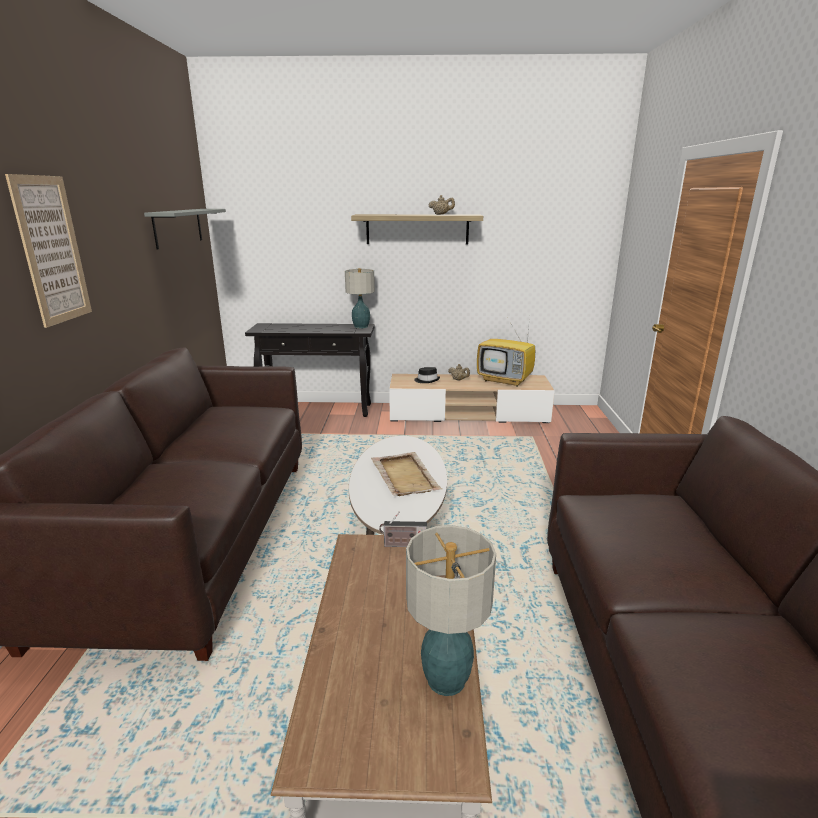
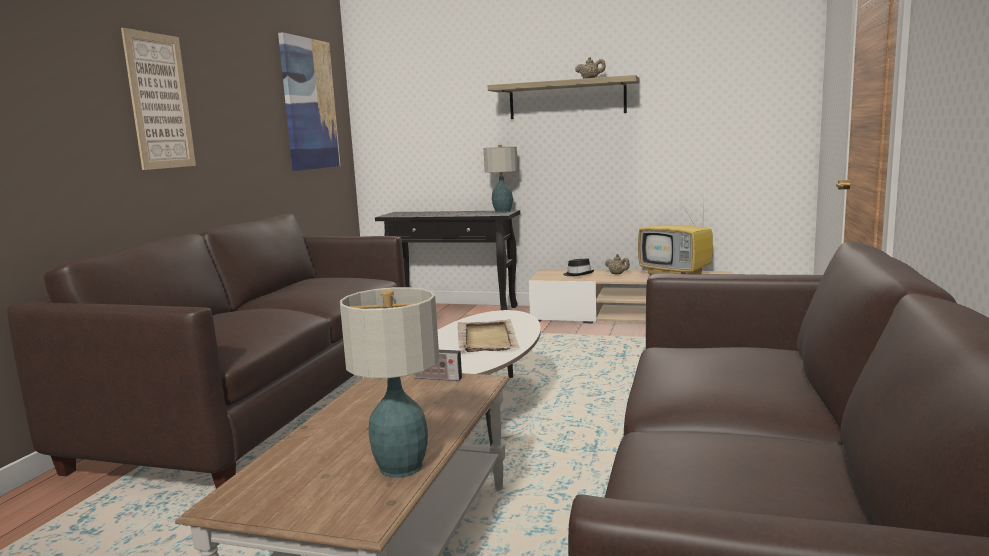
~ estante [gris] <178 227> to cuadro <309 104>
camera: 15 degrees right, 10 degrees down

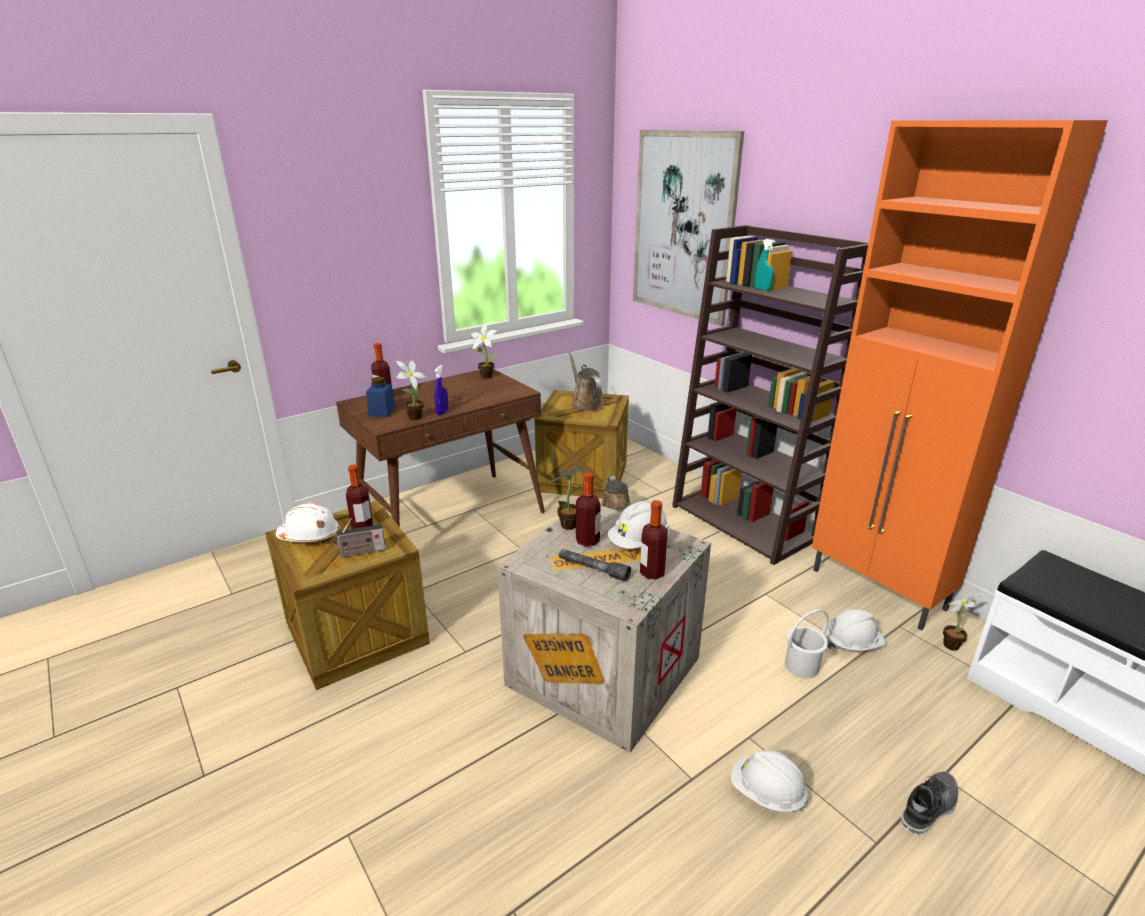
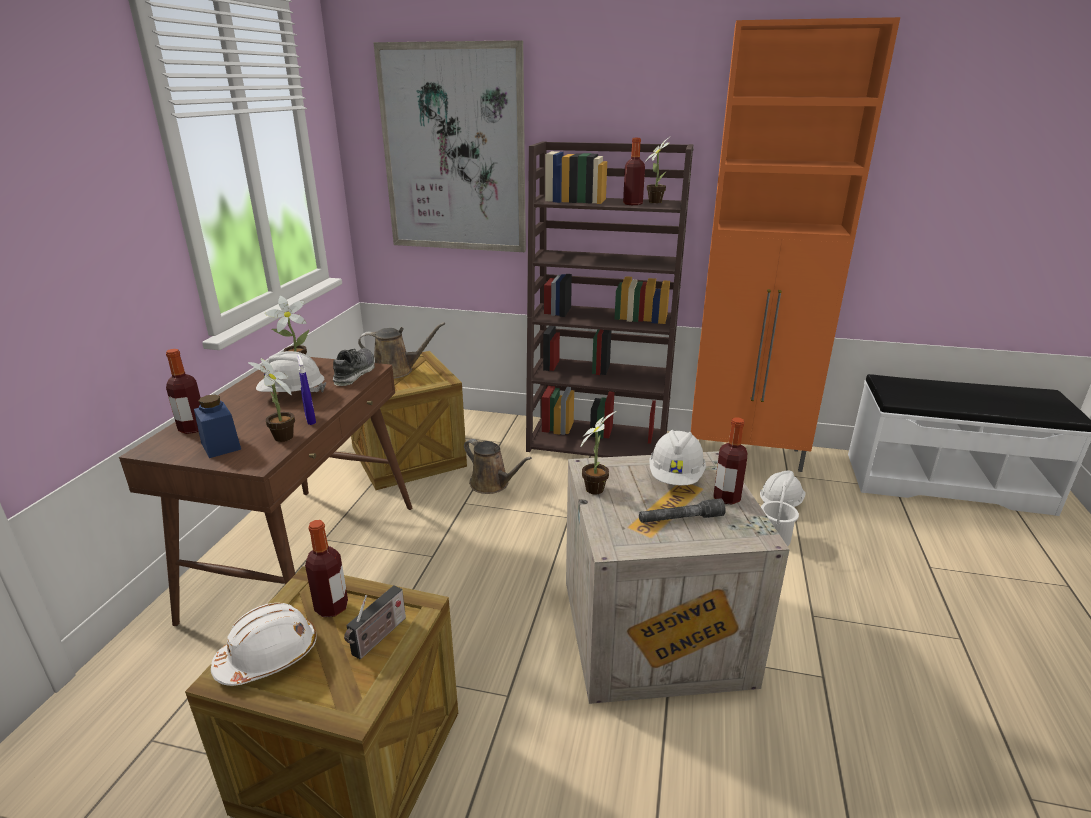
- pulverizador [turquesa] <762 289>
~ botella <587 541> to <632 204>
~ casco [blanco] <766 794> to <292 394>
~ zapato <928 808> to <355 373>
~ planta en maceta <952 644> to <655 201>
~ regadera [marrón] <585 404> = <397 371> 150 degrees clockwise
camera: 40 degrees left, 0 degrees up

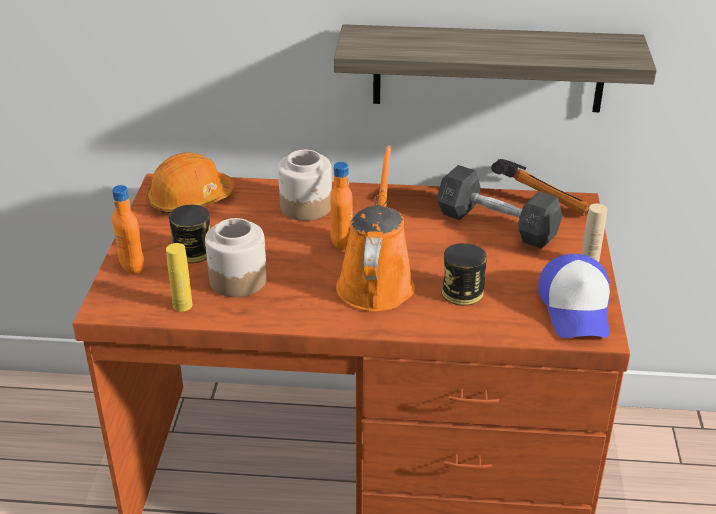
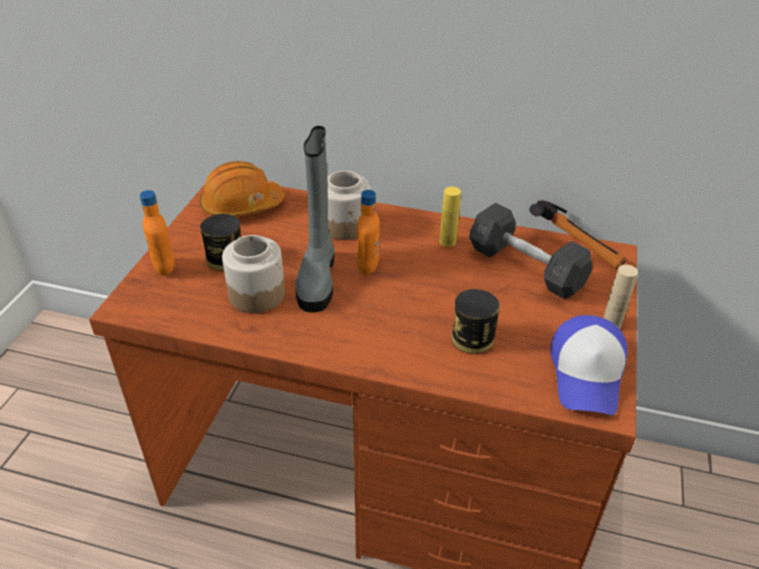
- estante <488 68>
- regadera [naranja] <376 282>
+ bota [gris] <317 278>
~ botella [amarillo] <182 305> to <447 241>
camera: 10 degrees right, 5 degrees up

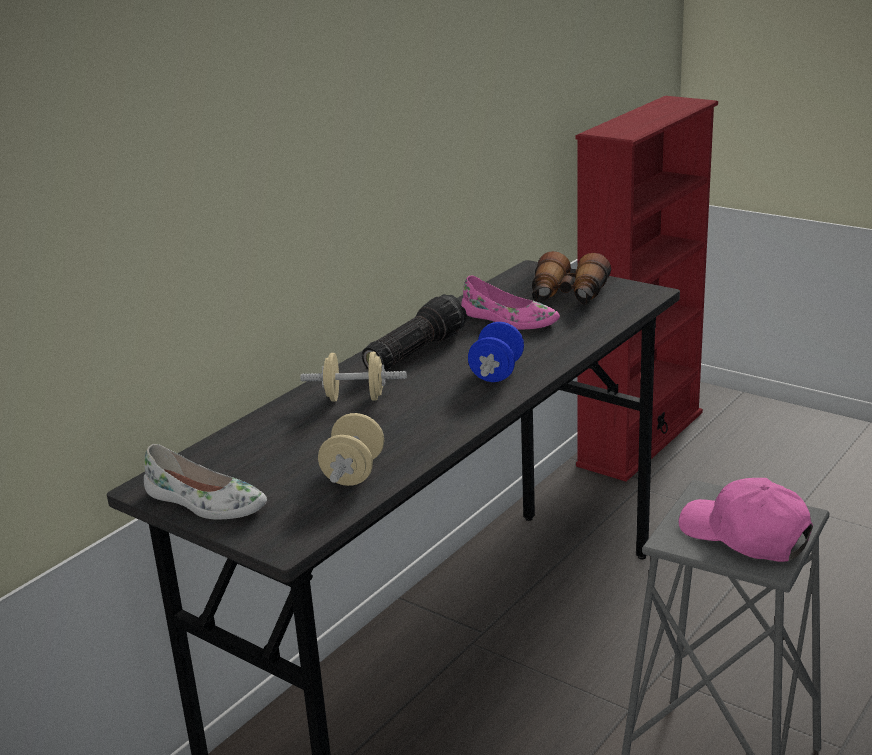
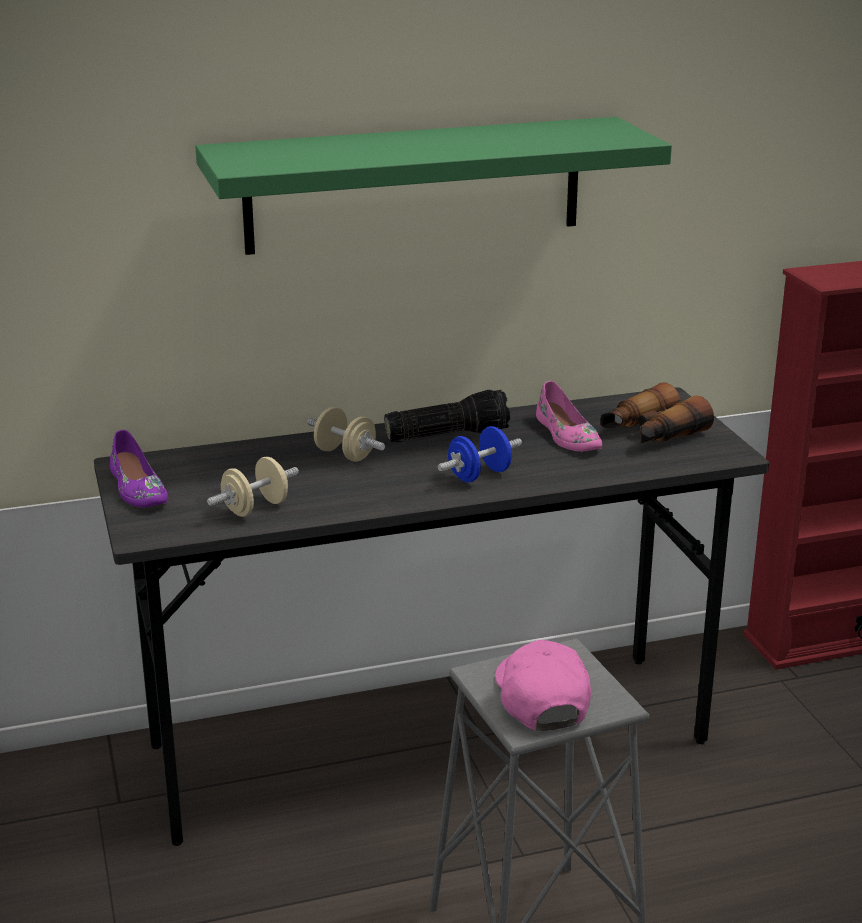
+ estante [verde] <414 185>
~ zapato [blanco] <205 503> to zapato [morado] <137 489>
camera: 35 degrees right, 0 degrees up

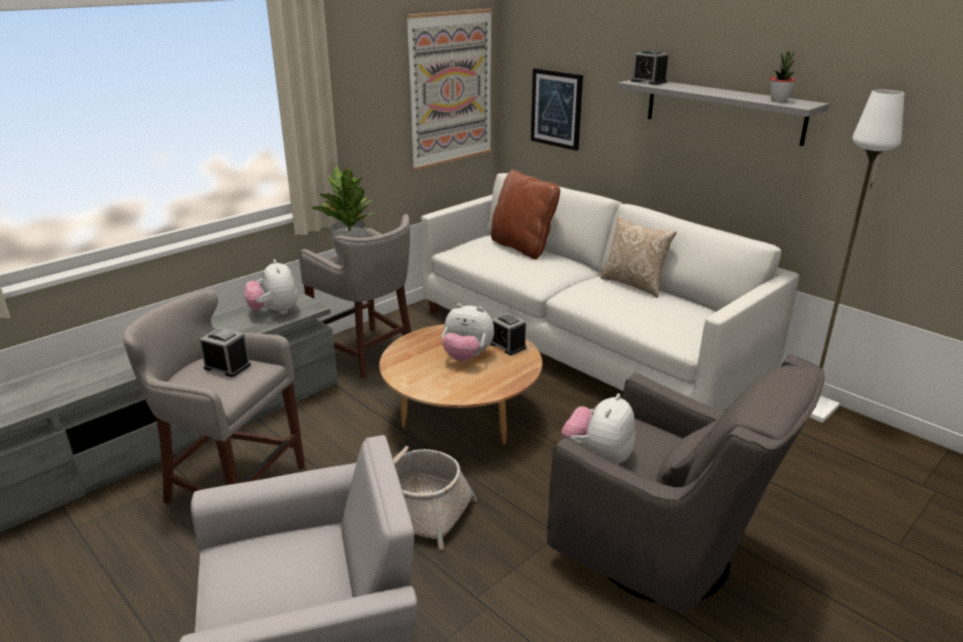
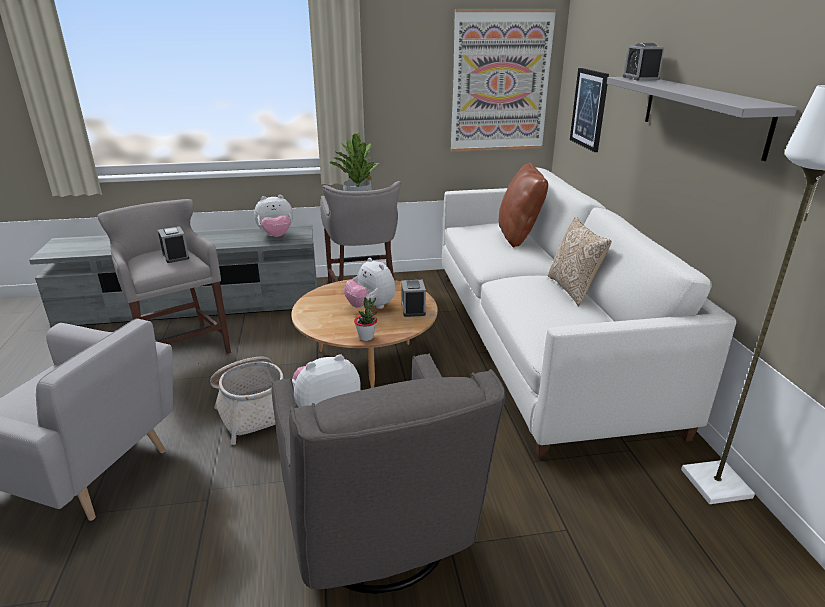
~ planta en maceta <778 100> to <366 337>
~ peluche <275 311> = <276 236> 120 degrees counterclockwise
camera: 35 degrees right, 0 degrees up

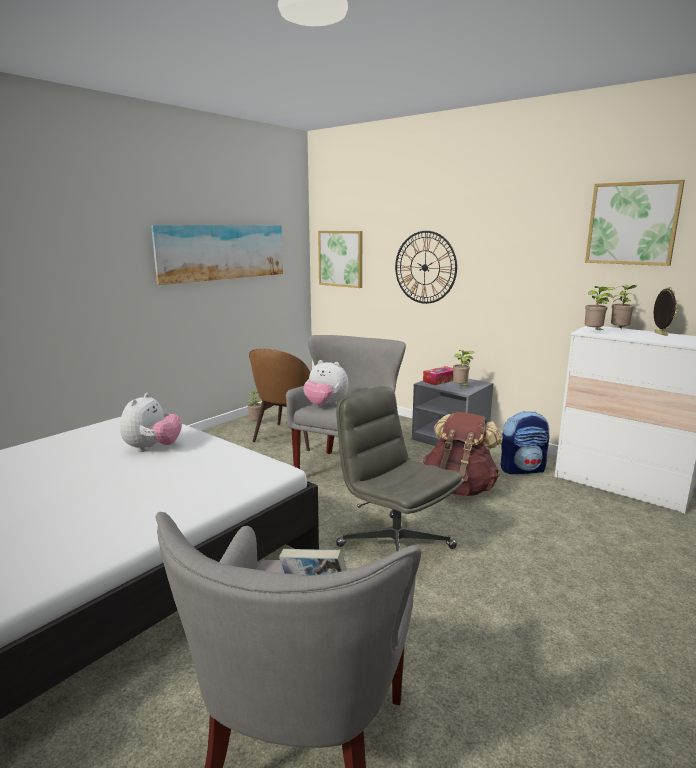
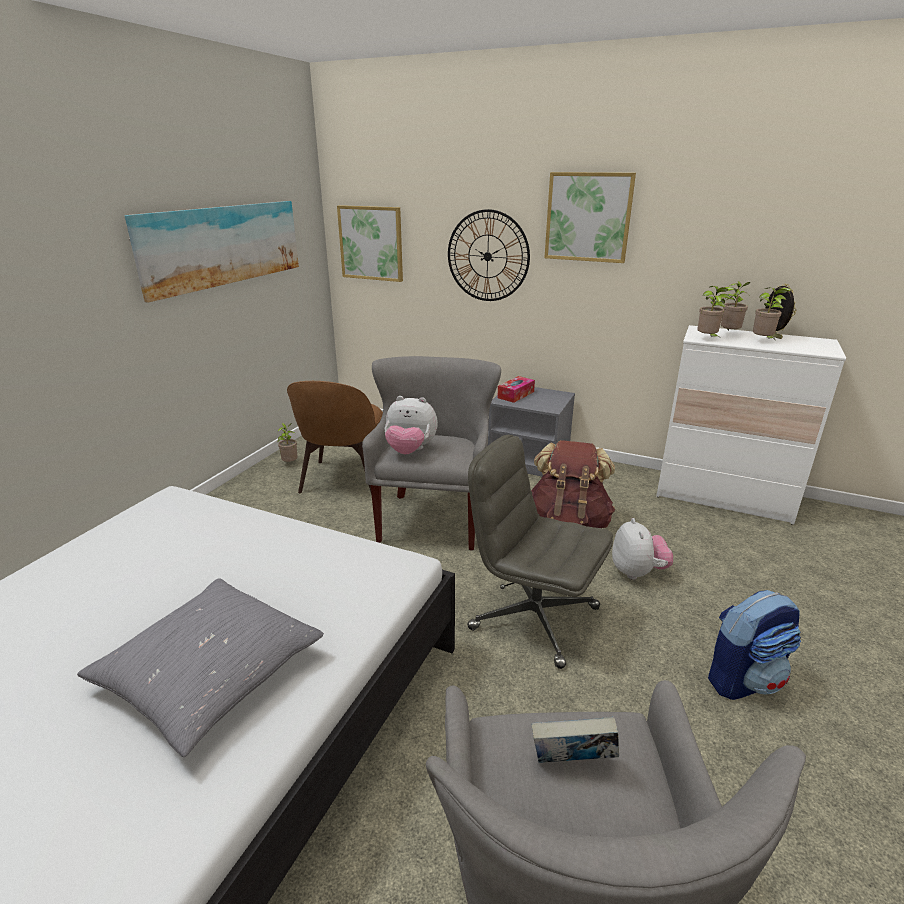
+ cojín [gris] <210 674>
~ peluche <152 448> to <637 572>
~ planta en maceta <461 387> to <763 341>
~ mochila <522 469> to <743 679>
~ cuadro <632 223> to <588 217>
camera: 15 degrees left, 10 degrees up

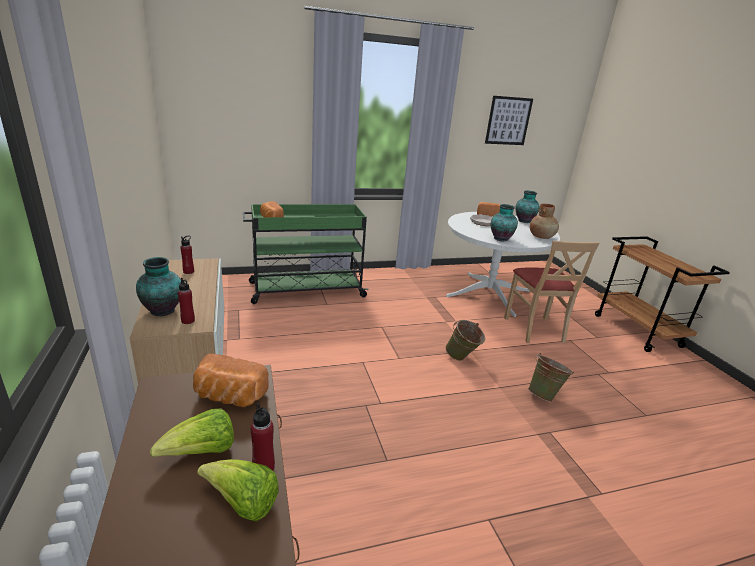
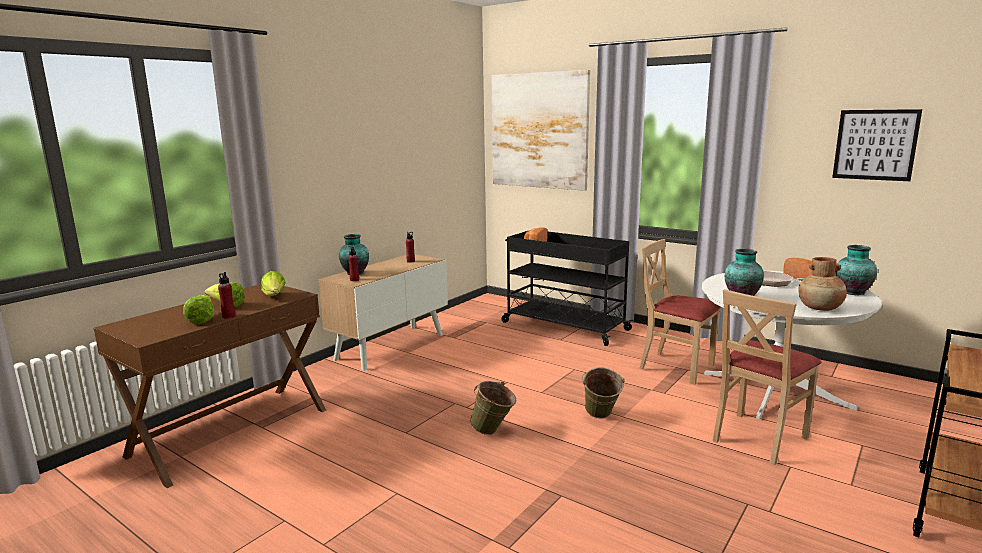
+ cuadro <539 131>
+ silla [beis] <676 367>
~ cubo [verde] <544 395> to <493 431>
~ pan <228 397> to lechuga <274 296>
~ carrito [verde] <305 290> to carrito [negro] <563 326>
camera: 55 degrees right, 10 degrees down

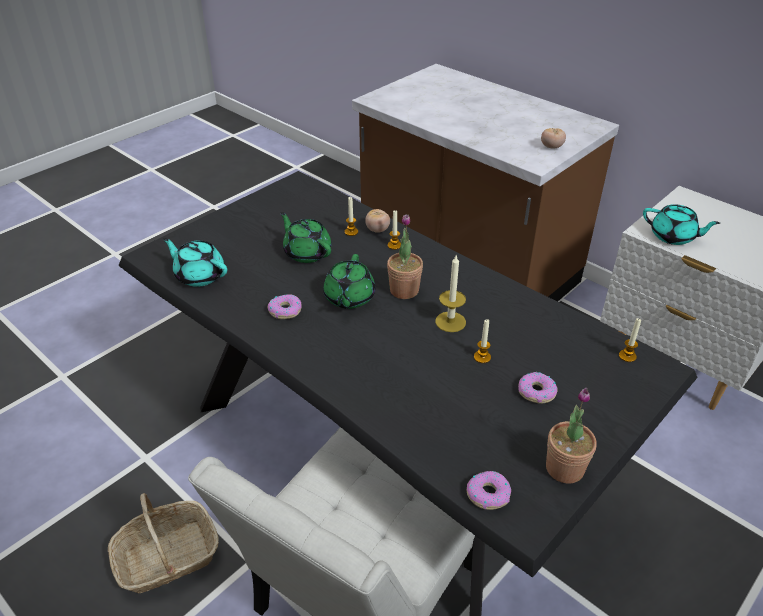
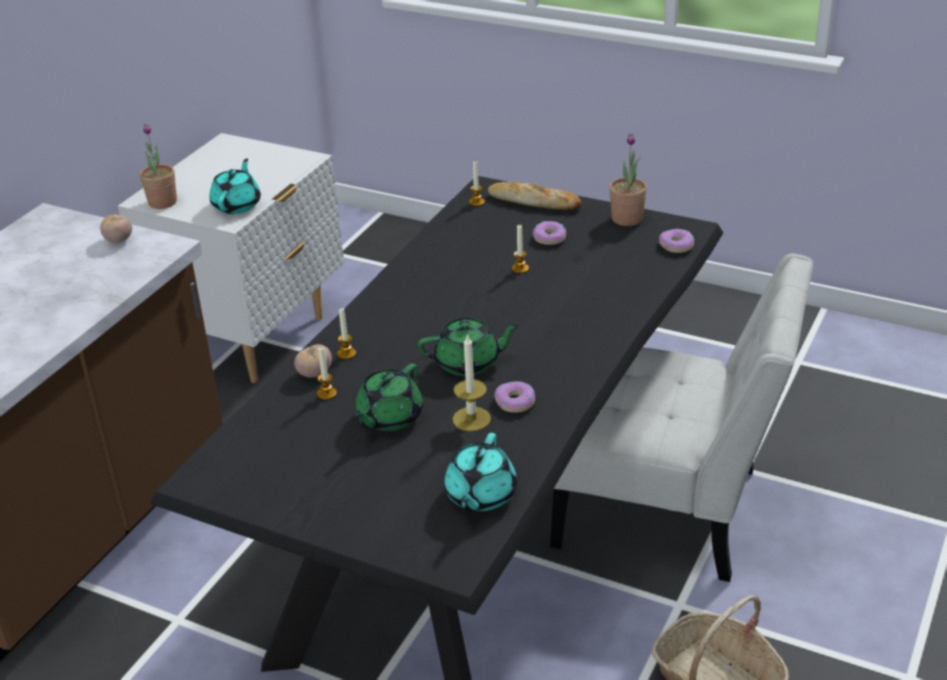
+ pan <534 201>
~ planta en maceta <404 290> to <162 202>
~ vela <450 322> to <471 419>
camera: 105 degrees left, 5 degrees down

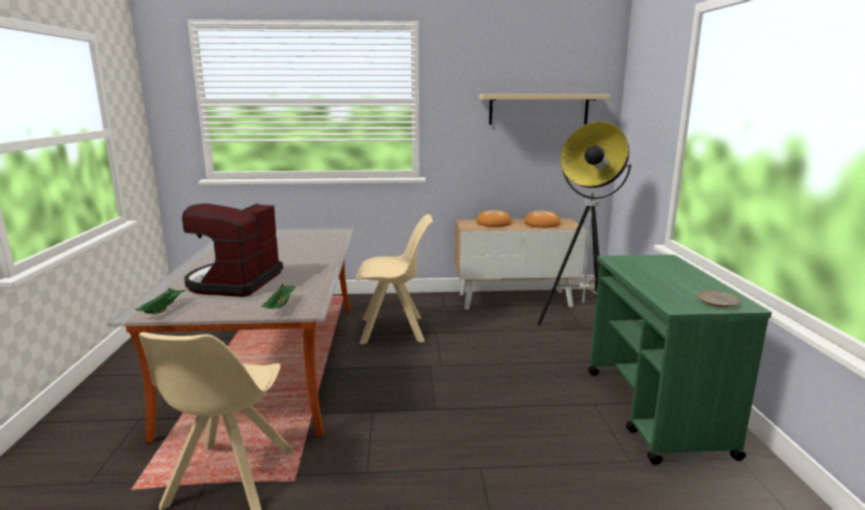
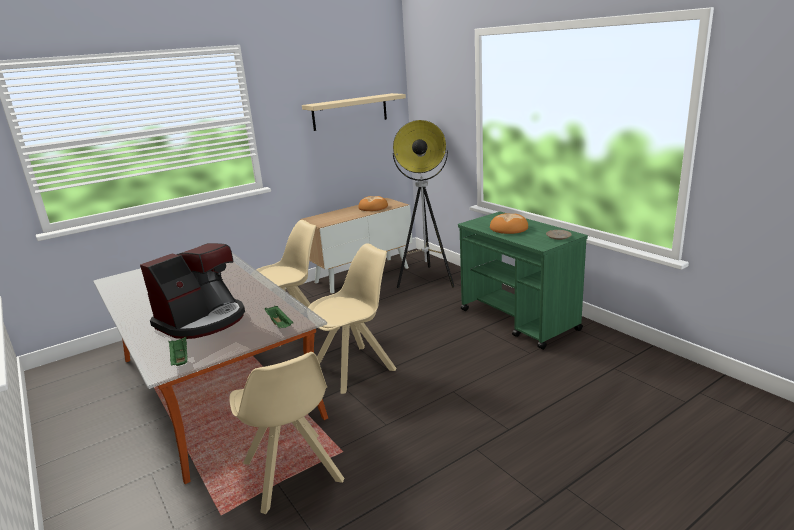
+ silla [beis] <356 368>
~ pan <493 223> to <508 228>
~ cafetera <234 282> = <203 320> 120 degrees counterclockwise
camera: 30 degrees left, 5 degrees up

